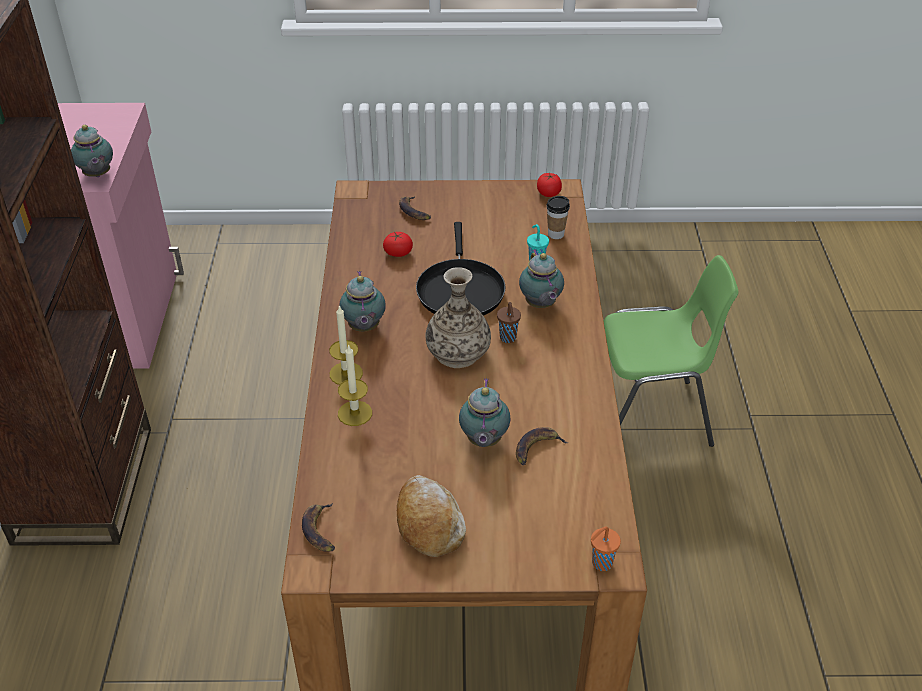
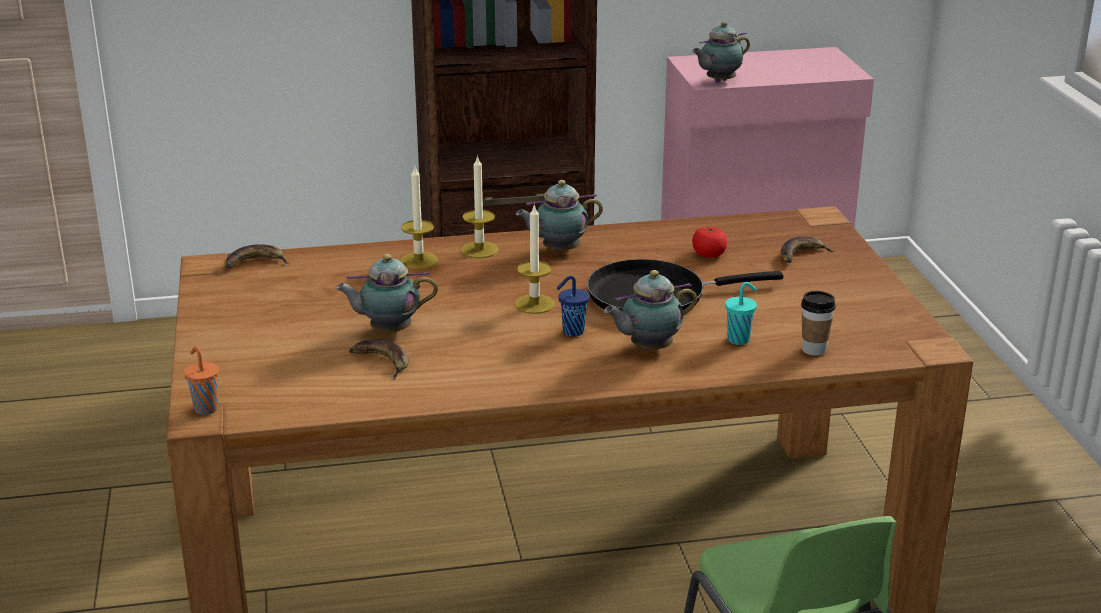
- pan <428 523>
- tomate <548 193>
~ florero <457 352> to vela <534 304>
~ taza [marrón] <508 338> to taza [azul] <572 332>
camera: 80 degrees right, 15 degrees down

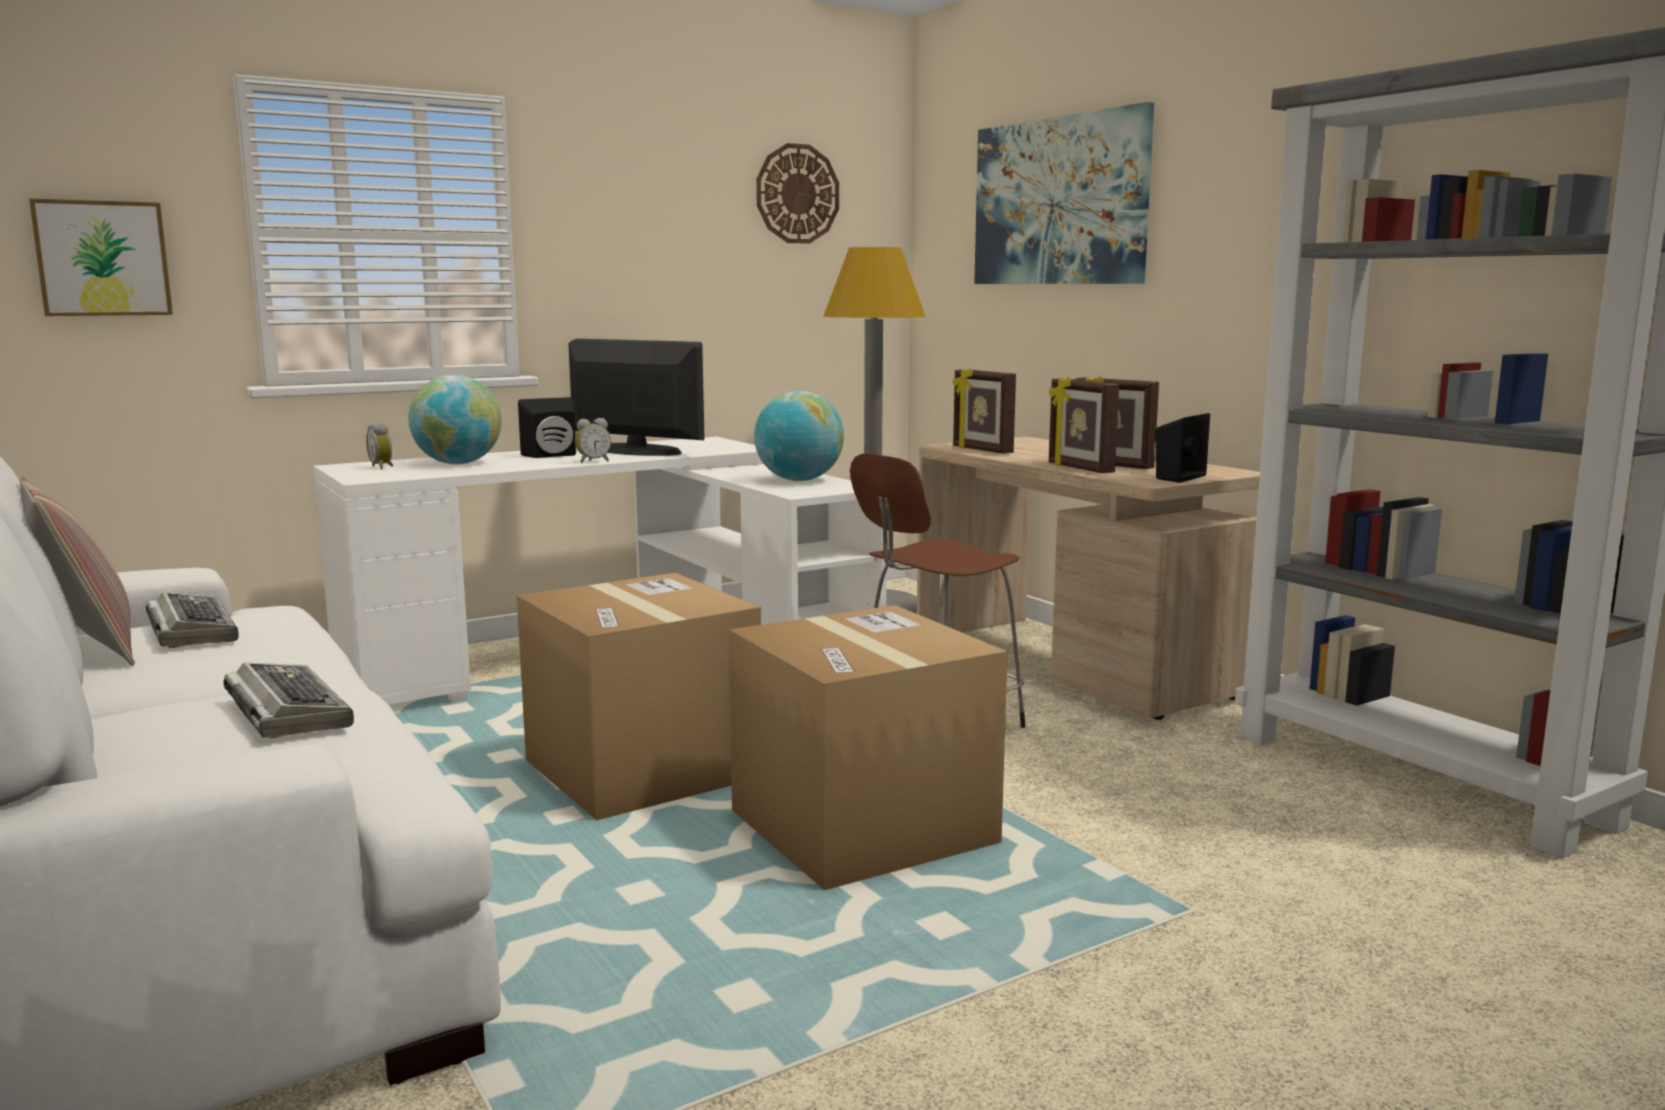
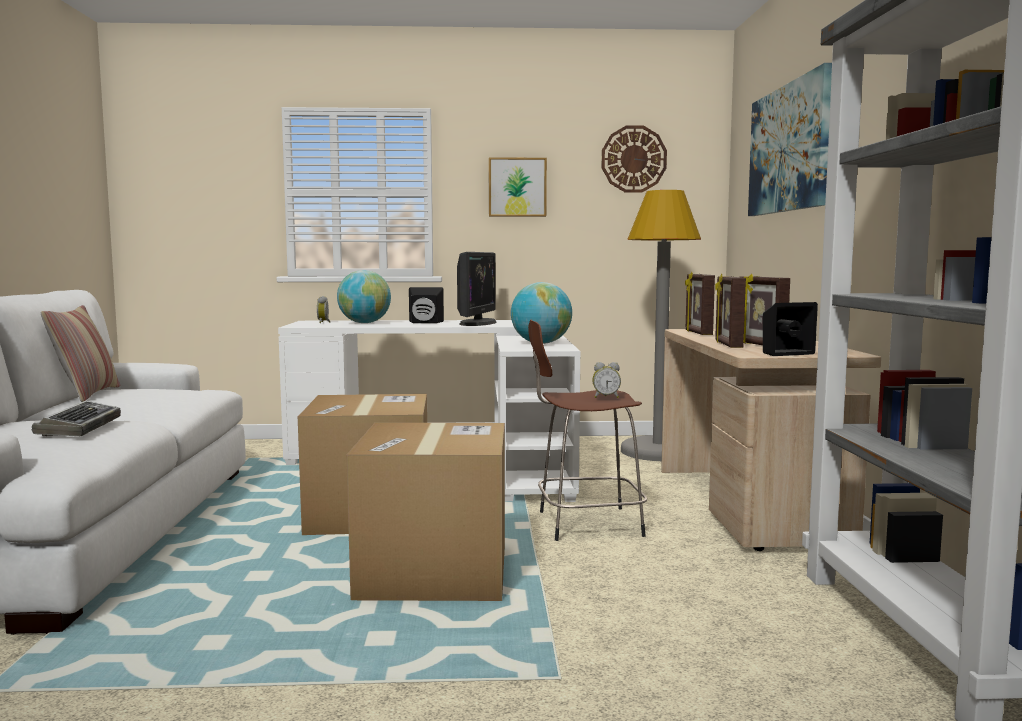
- teclado <191 631>
~ cuadro <102 258> to <517 187>
~ despertador <593 461> to <606 397>
~ monitor <636 451> = <477 323> 45 degrees clockwise
camera: 30 degrees right, 5 degrees down

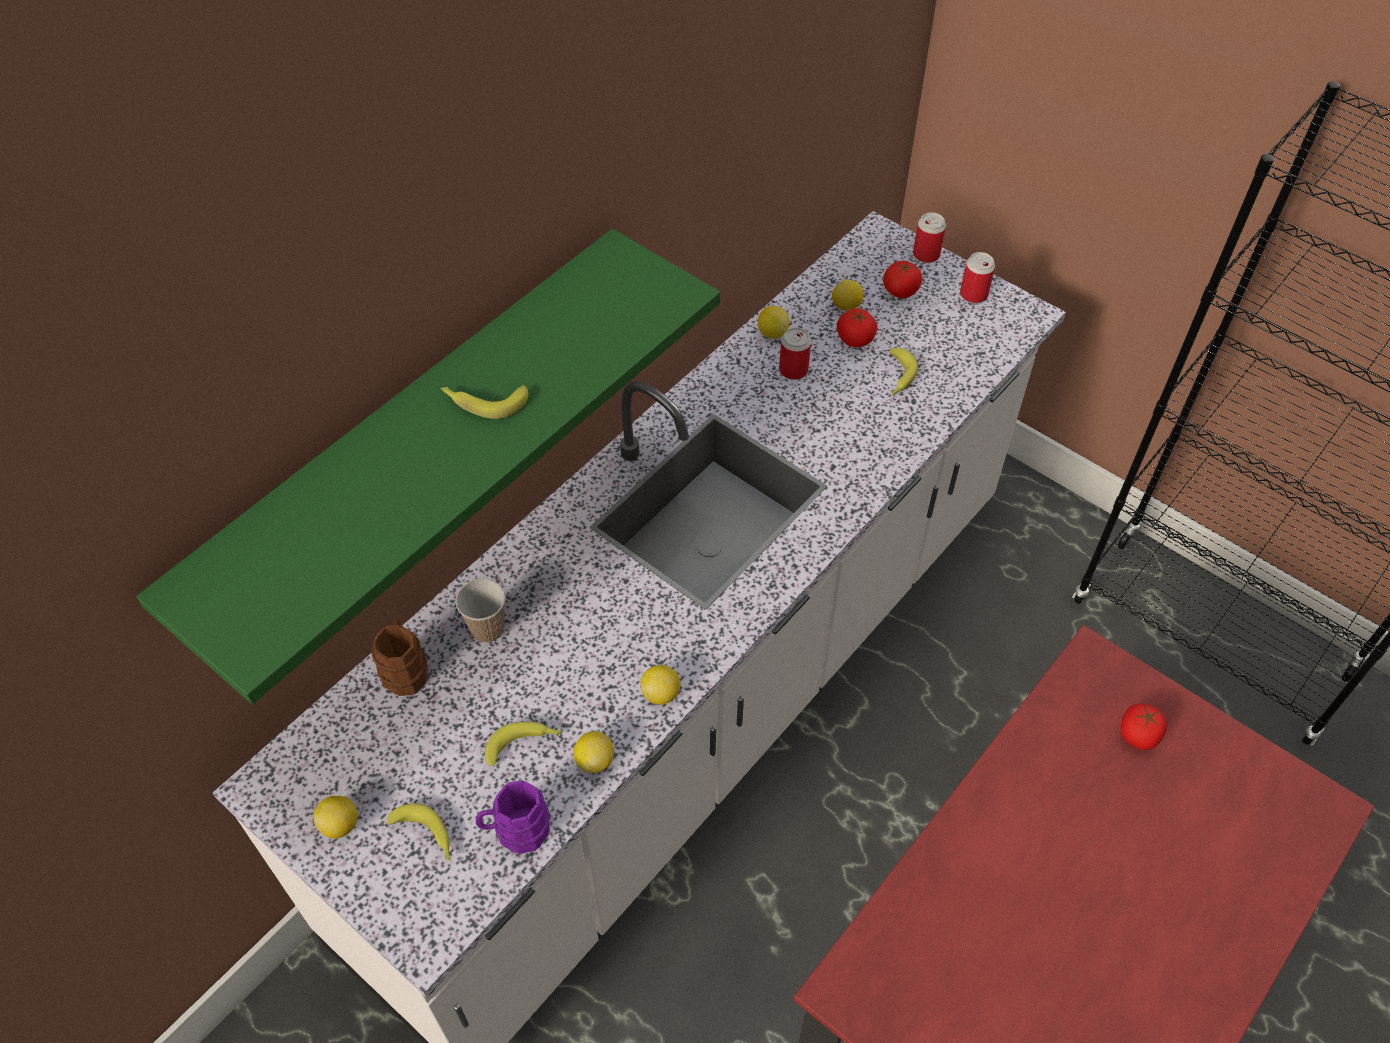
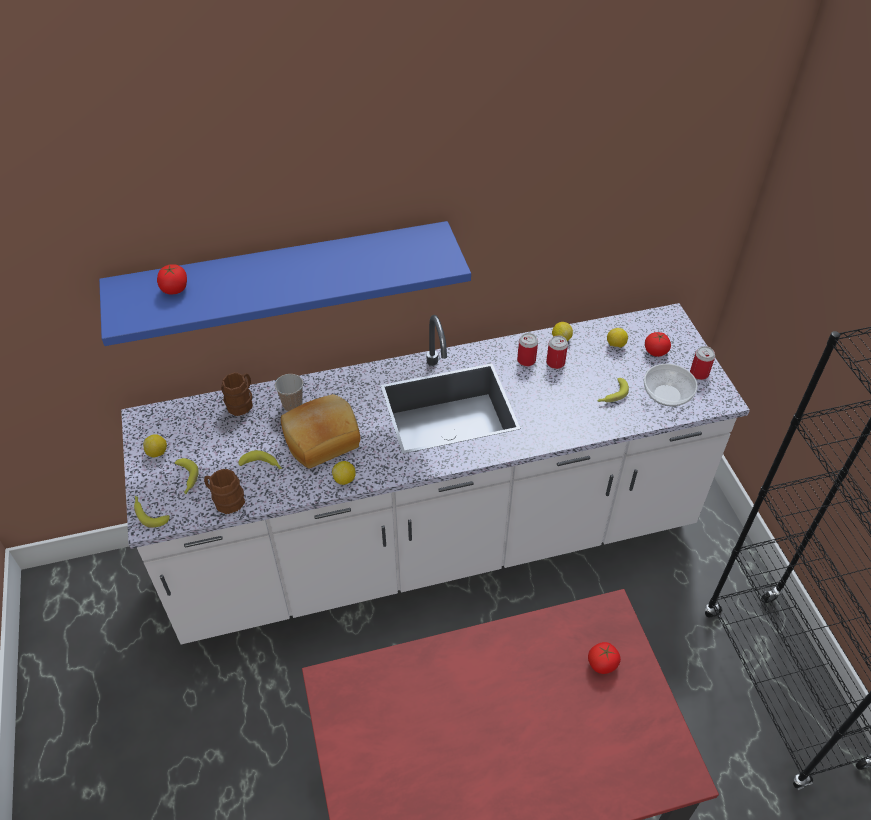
- limón <594 760>
+ pan <321 438>
+ cuenco <667 395>
~ plátano <483 402> to <149 513>
~ tomate <855 339> to <175 289>
~ lata <926 254> to <526 360>
~ estante [verde] <410 433> to estante [azul] <283 275>
~ taza grande [morado] <516 831> to taza grande [marrón] <225 500>
camera: 35 degrees right, 5 degrees down

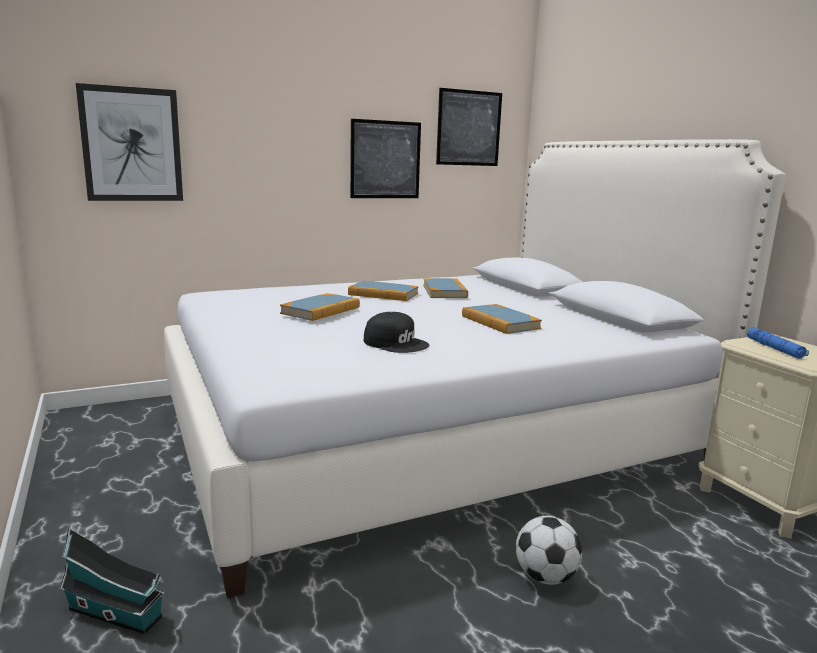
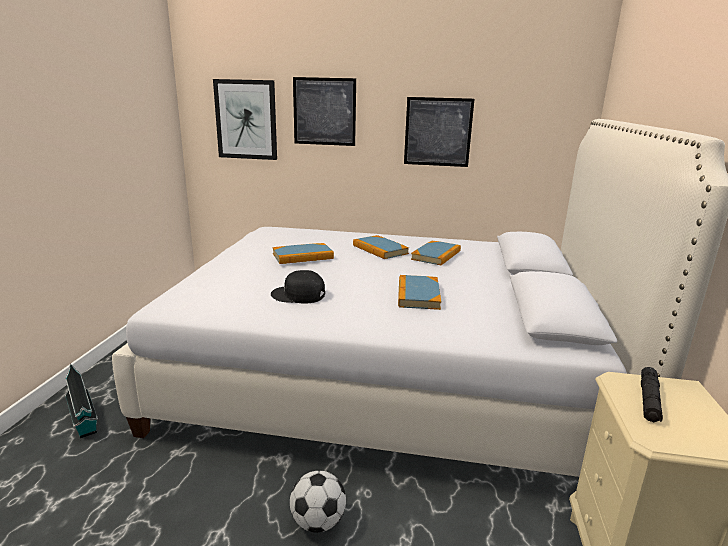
~ cuadro <469 128> to <324 111>
~ linterna [azul] <774 349> to linterna [negro] <649 400>
~ gorra [negro] <396 343> = <298 295> 120 degrees clockwise
camera: 35 degrees right, 5 degrees up

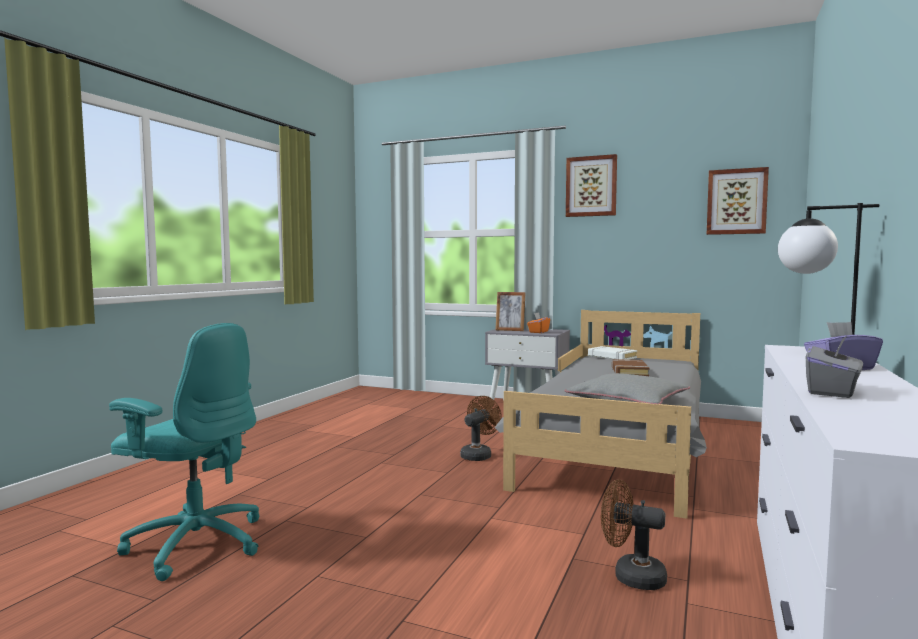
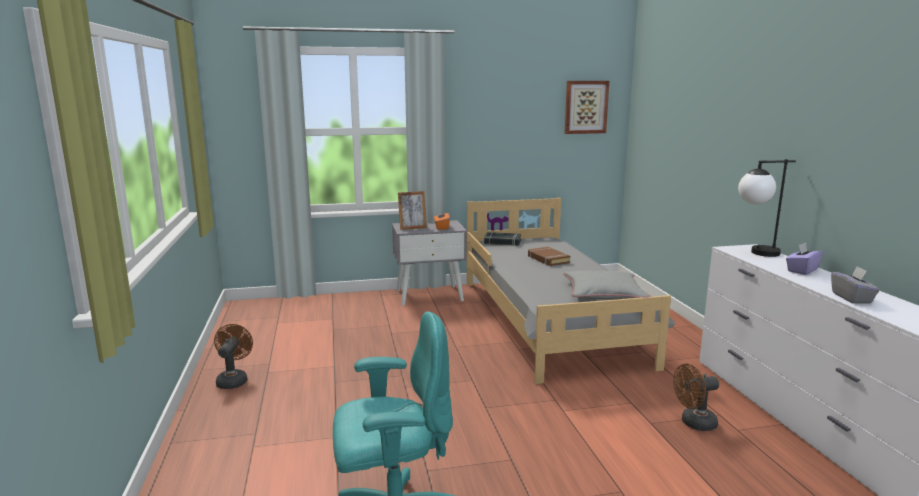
- cuadro <591 186>
~ ventilador [marrón] <478 455> to <233 380>
~ libro [blanco] <611 357> to libro [negro] <502 242>
camera: 35 degrees left, 10 degrees up

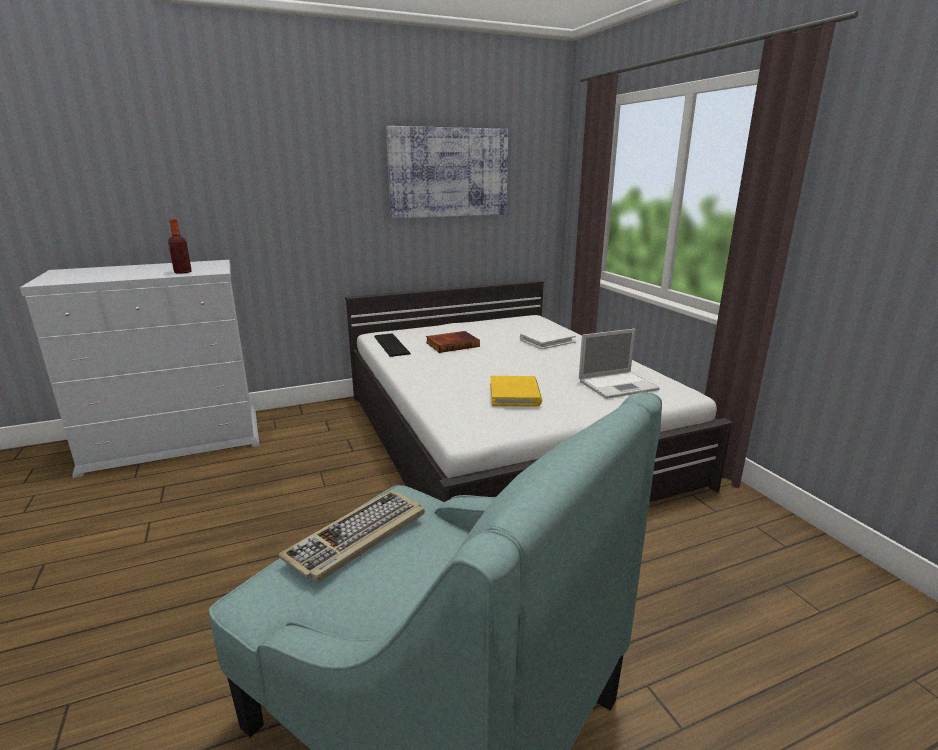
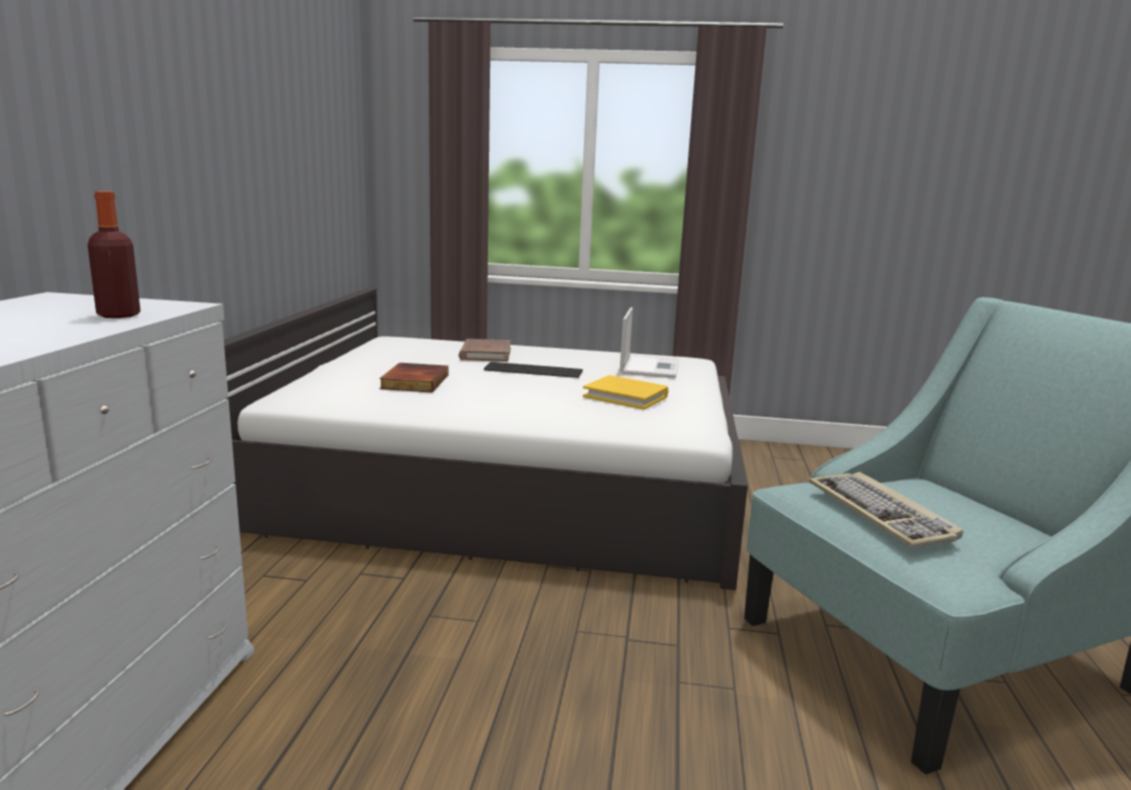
- cuadro <448 173>
~ teclado <392 344> to <532 370>
~ libro [blanco] <547 341> to libro [marrón] <485 354>
camera: 60 degrees left, 5 degrees down

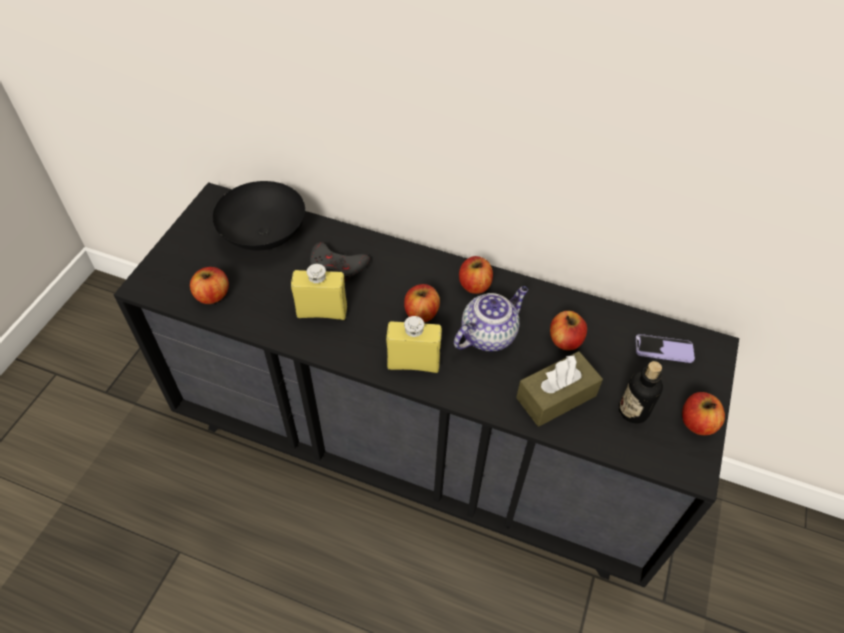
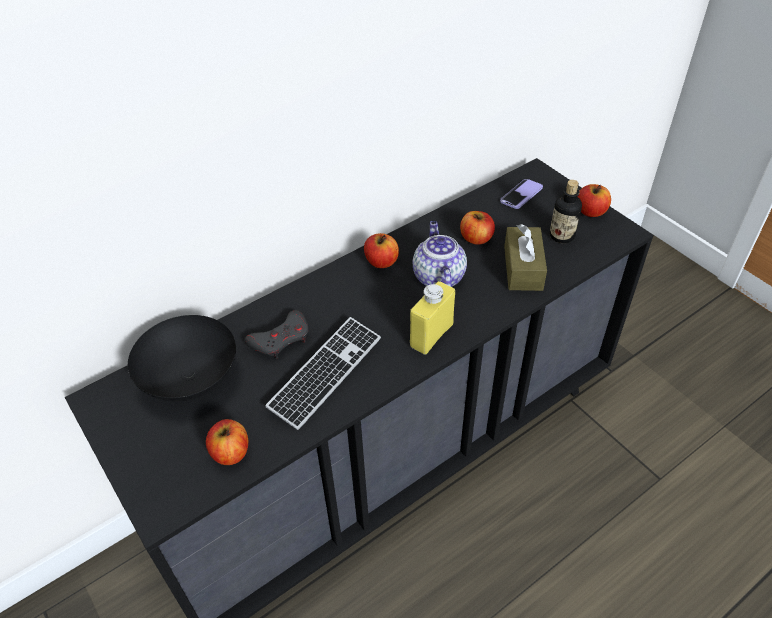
- manzana <421 313>
~ botella [amarillo] <322 312> to teclado <326 373>
camera: 55 degrees left, 5 degrees down

